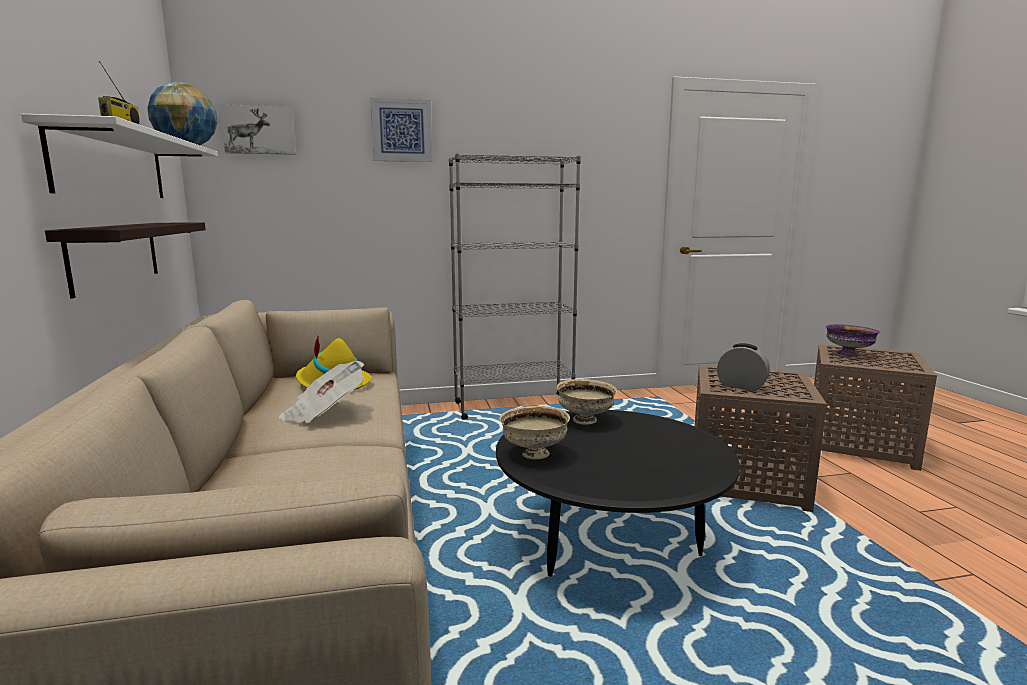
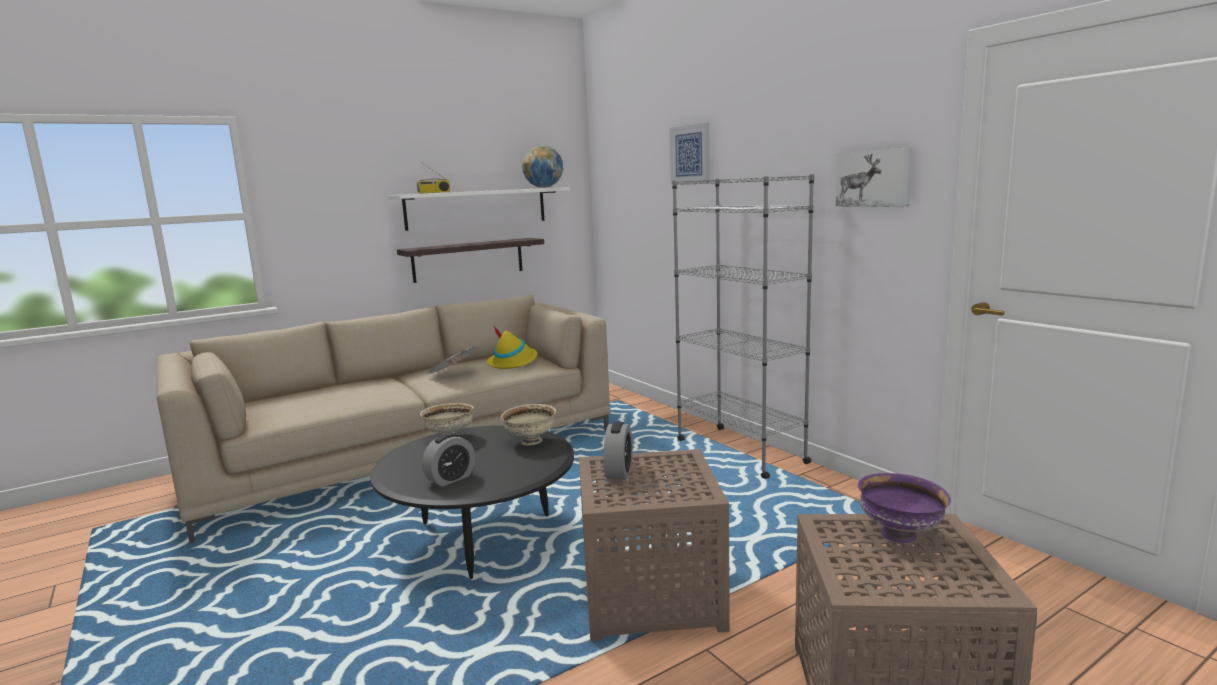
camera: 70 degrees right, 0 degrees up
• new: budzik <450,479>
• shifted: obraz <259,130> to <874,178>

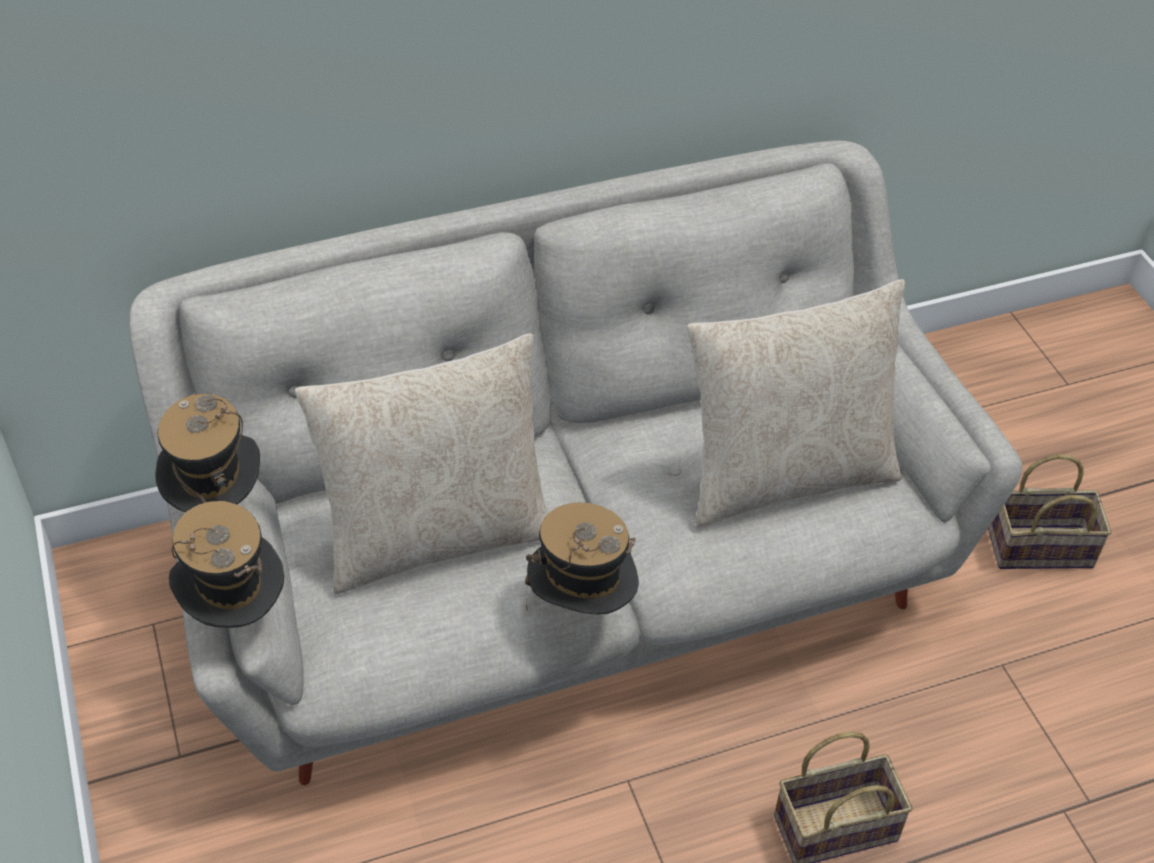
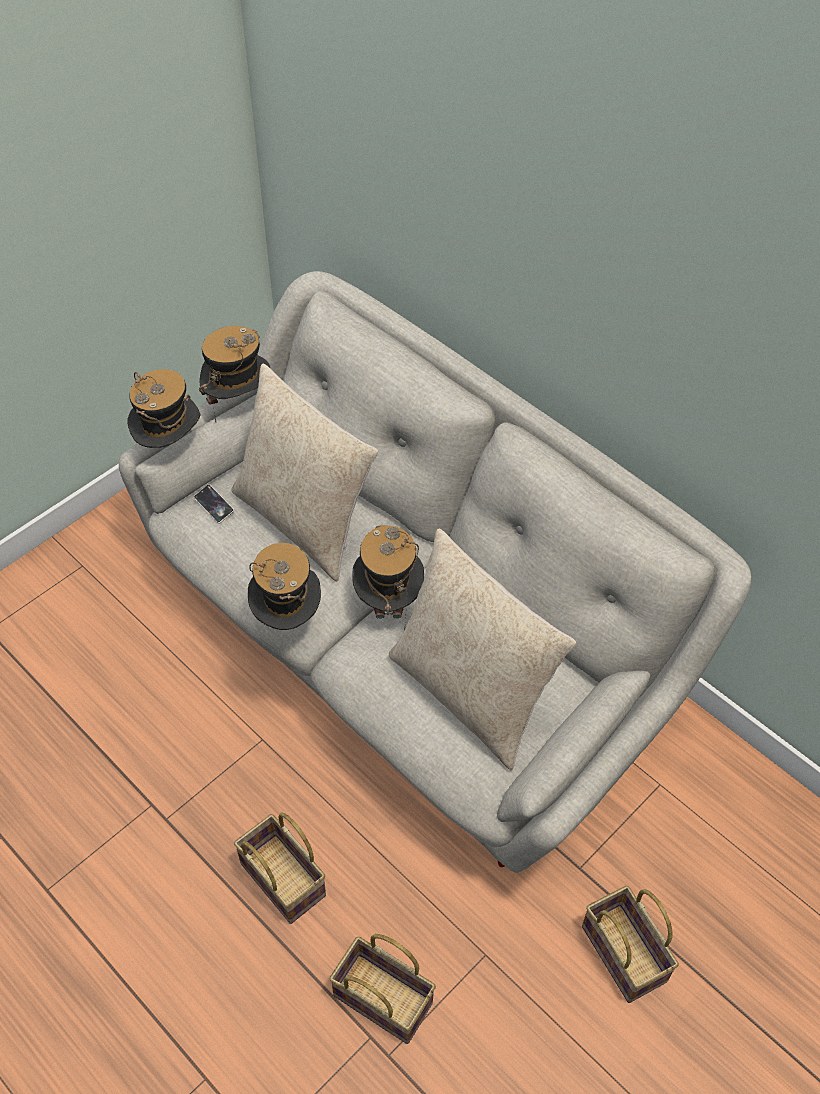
camera: 65 degrees right, 5 degrees up
• new: telefon <214,506>
• new: koszyk <386,999>
• new: kapelusz <388,601>

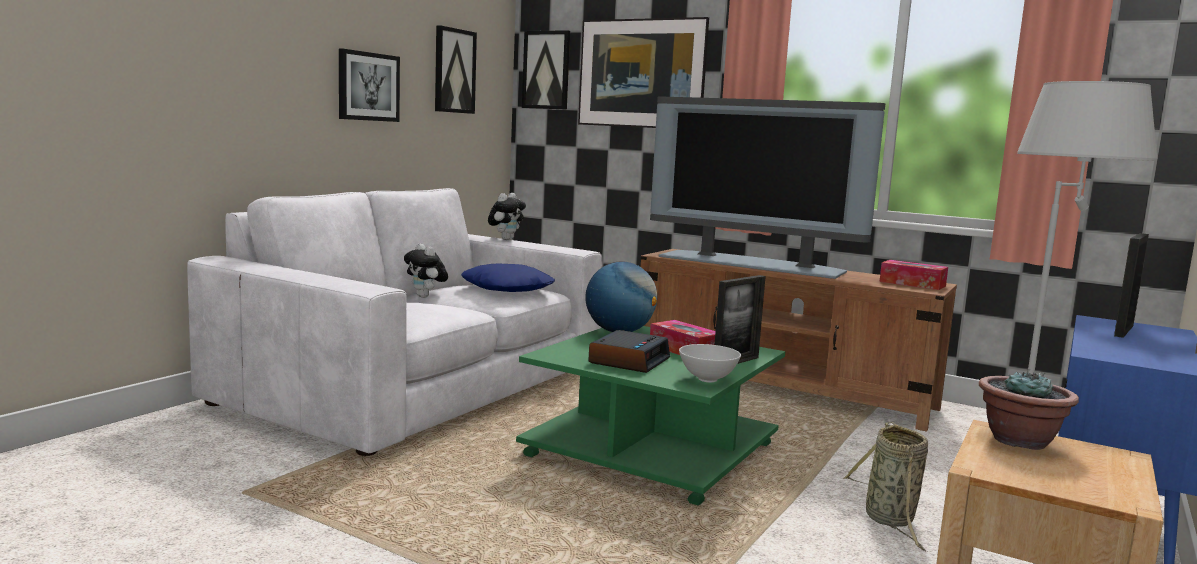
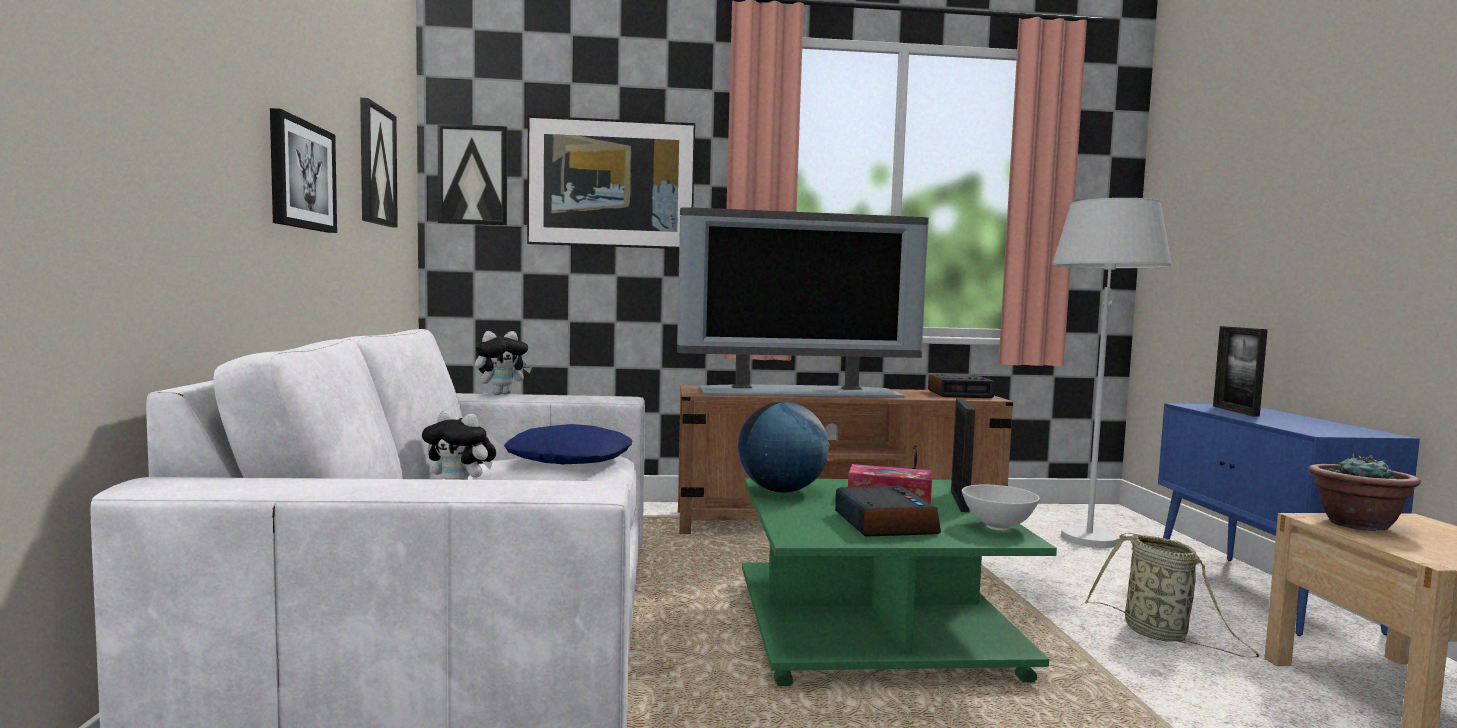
camera: 35 degrees left, 5 degrees down
• rotated: pluszak <506,239> = <501,394> 60 degrees clockwise
• swapped: pudełko chusteczek <912,284> to budzik <960,394>

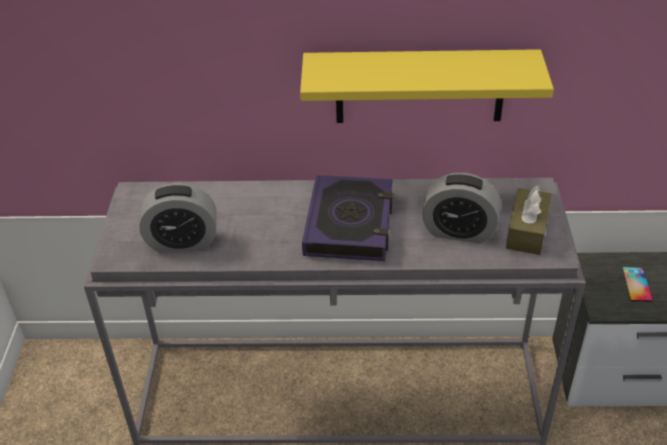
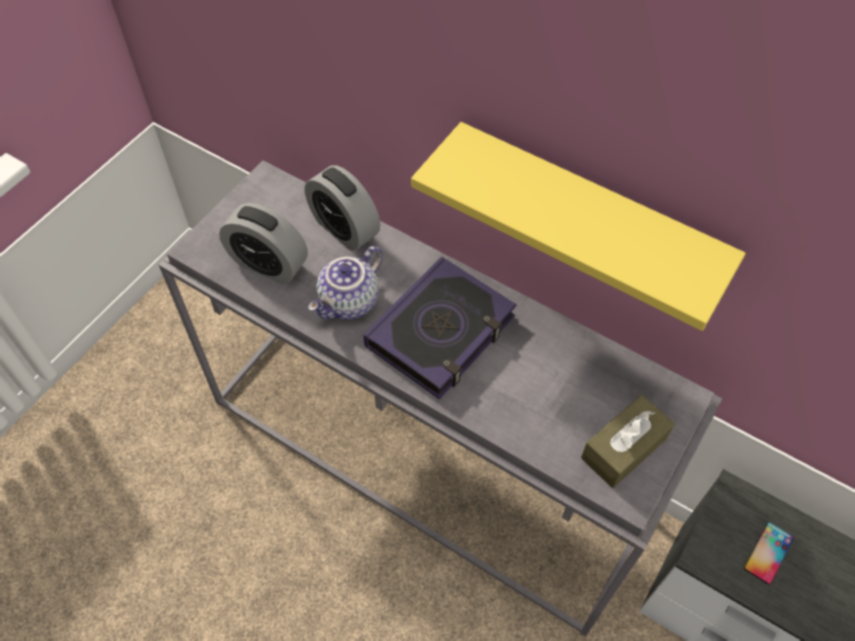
camera: 30 degrees right, 15 degrees up
• shifted: budzik <459,231> to <344,228>
• new: imbryk <349,303>

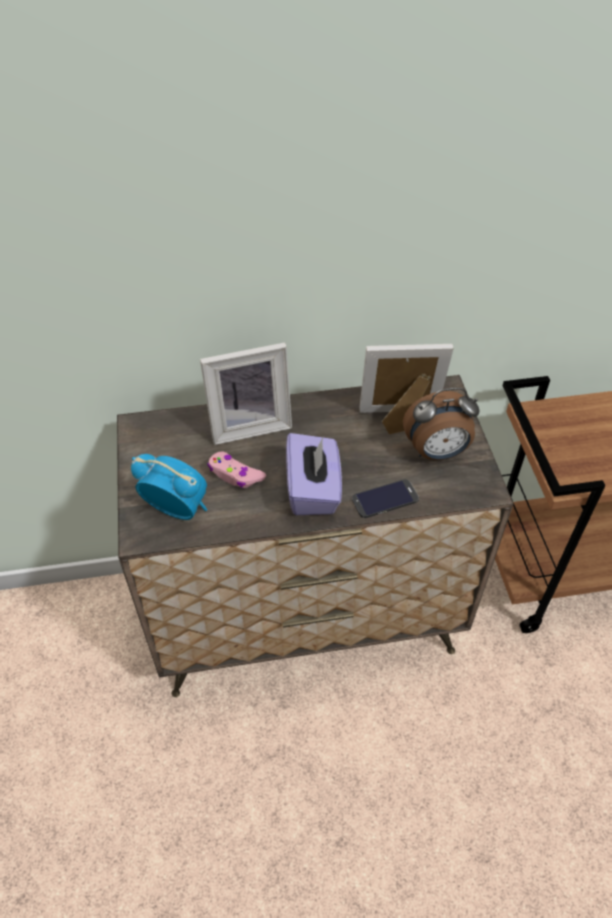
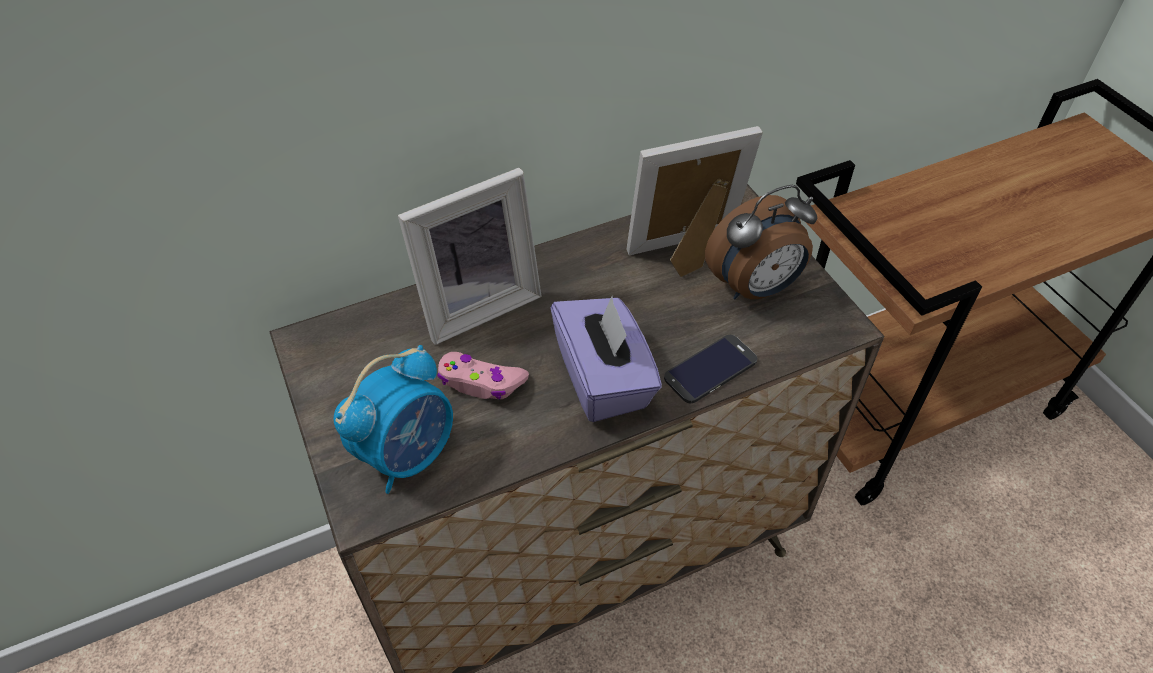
camera: 15 degrees left, 0 degrees up
• rotated: budzik <177,508> = <408,454> 120 degrees clockwise

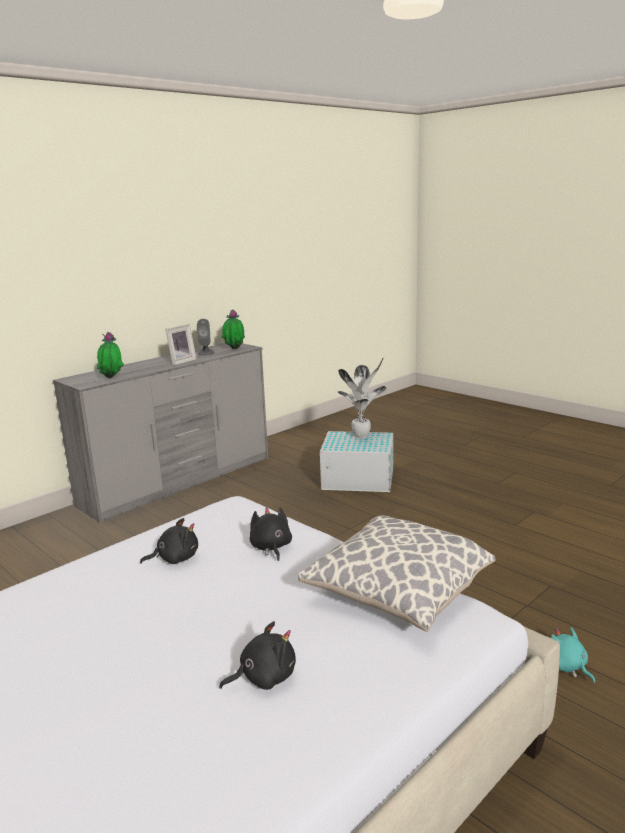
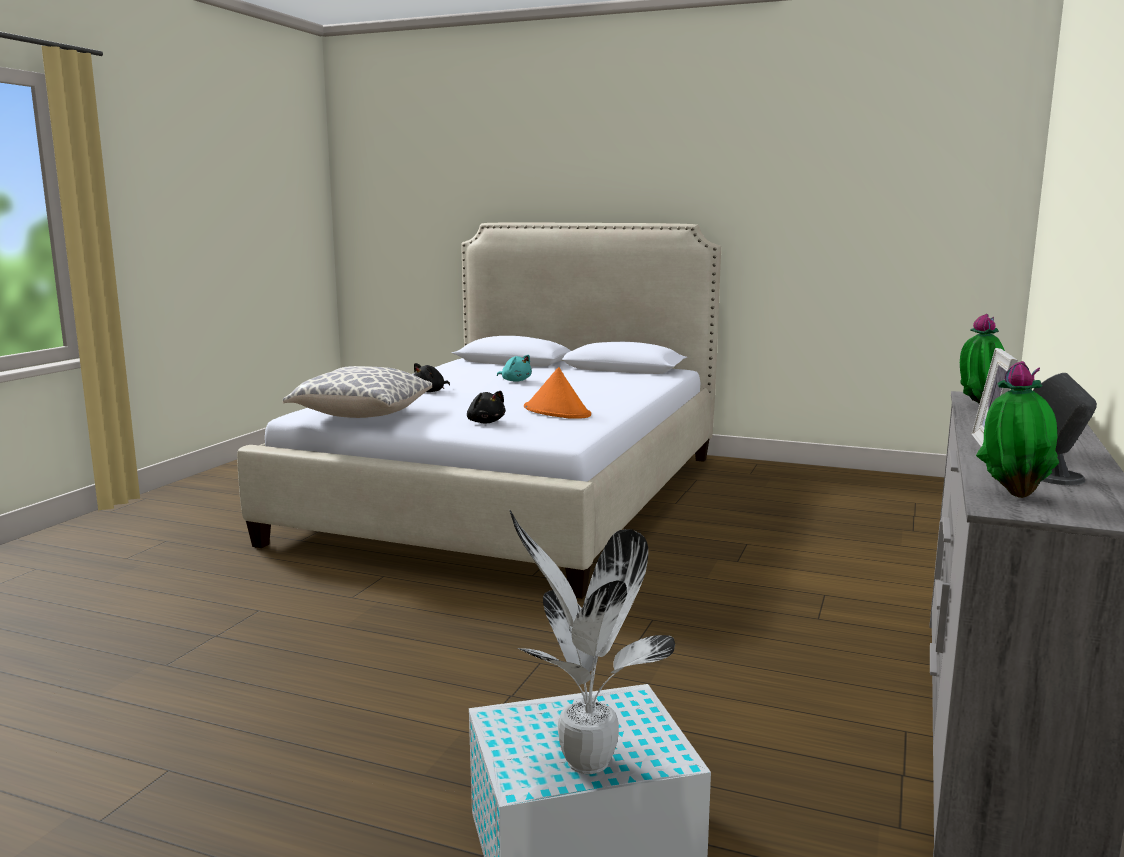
camera: 155 degrees right, 5 degrees down
• shifted: pluszak (turkusowy) <568,667> to <515,381>
• swapped: pluszak (czarny) <175,558> to kapelusz (pomarańczowy) <557,412>

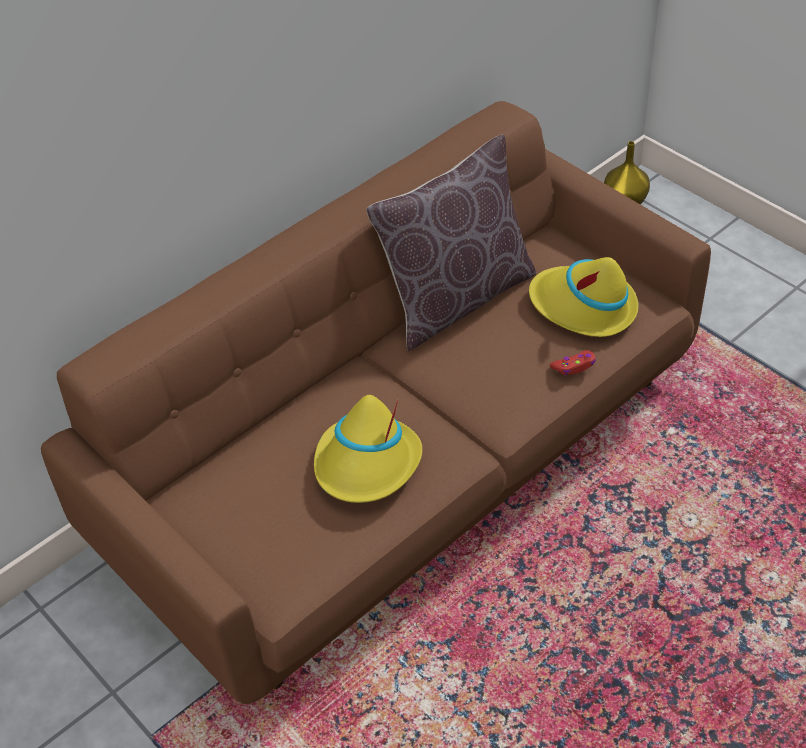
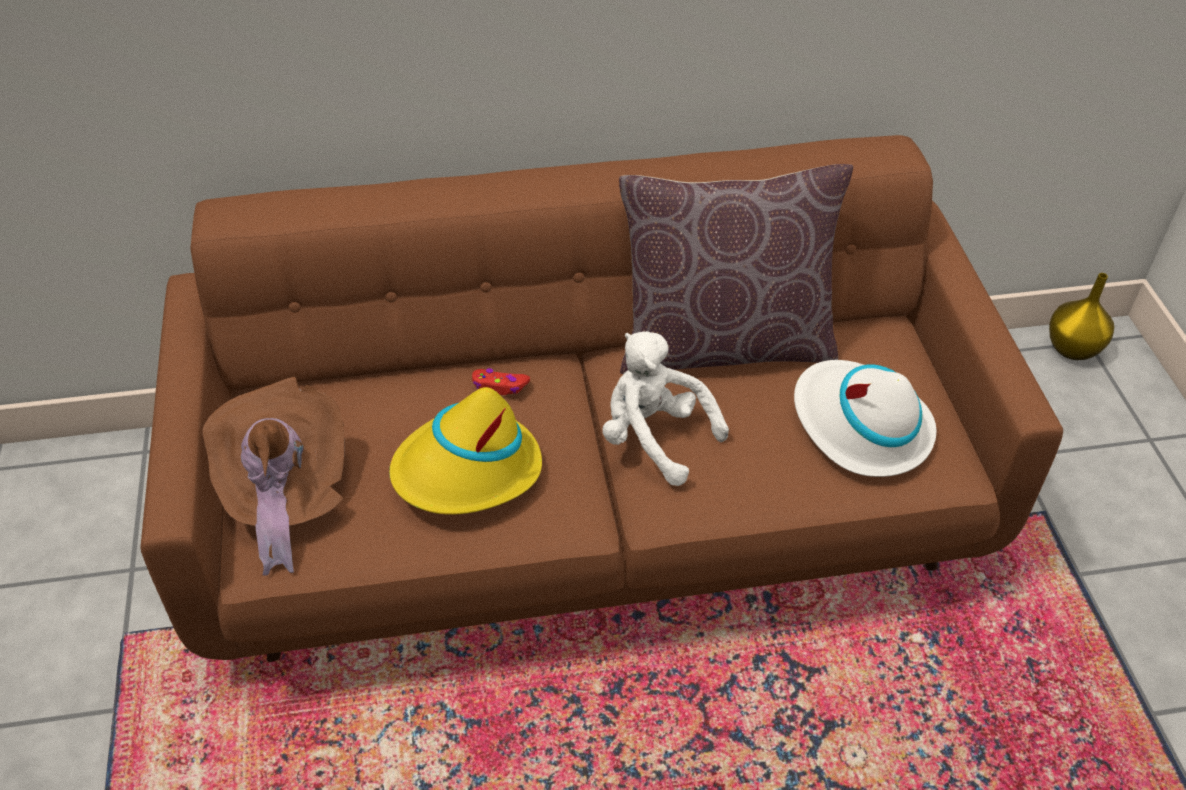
camera: 30 degrees right, 0 degrees up
• new: kapelusz (brązowy) <284,496>
• shifted: pad do gier (czerwony) <574,366> to <499,386>
• new: pluszak (biały) <654,438>
• repainted: kapelusz (żółty) <583,307> to kapelusz (biały) <860,426>

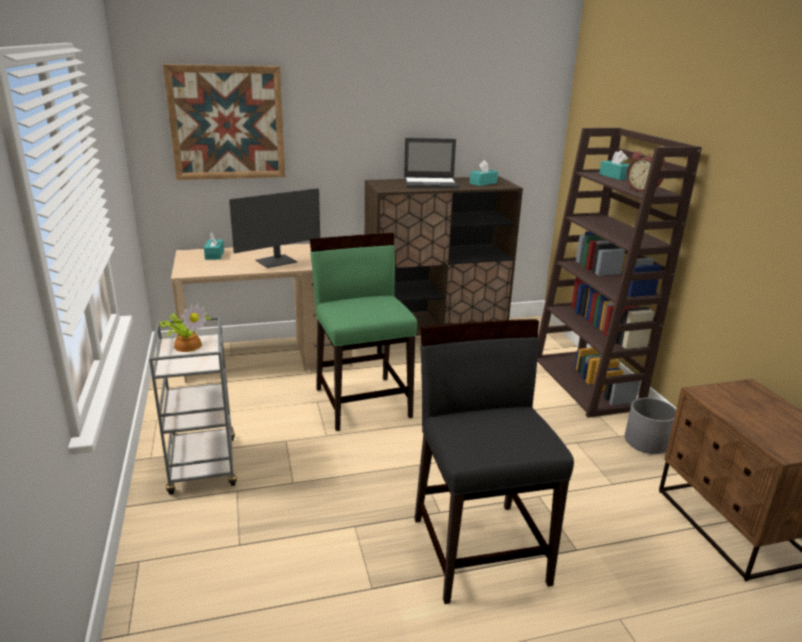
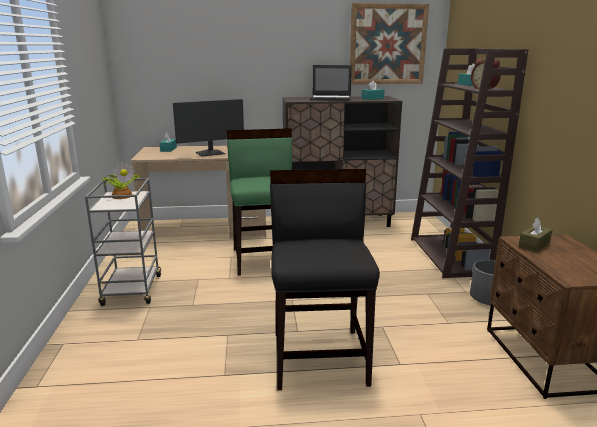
camera: 10 degrees right, 5 degrees down
• shifted: obraz <227,123> to <387,44>
• new: pudełko chusteczek (brązowy) <534,245>

